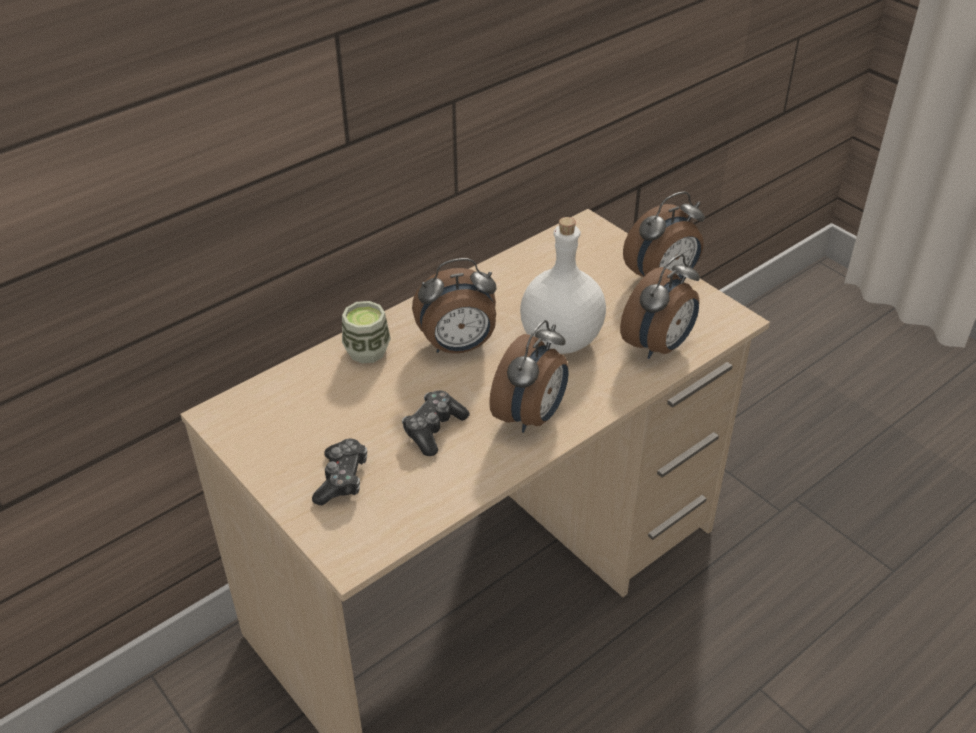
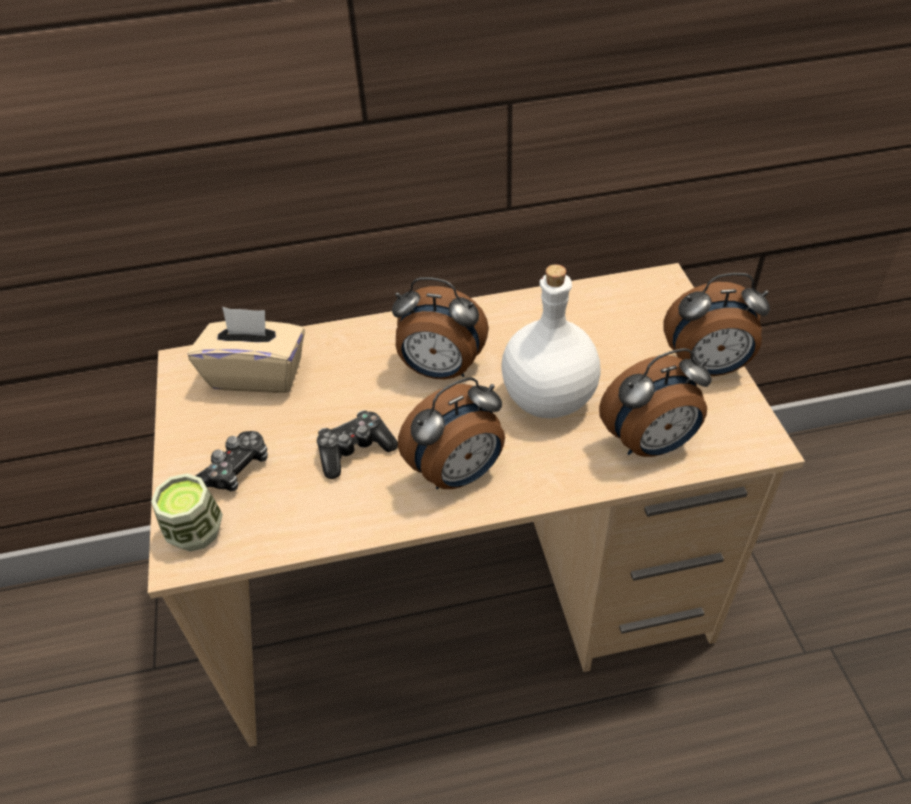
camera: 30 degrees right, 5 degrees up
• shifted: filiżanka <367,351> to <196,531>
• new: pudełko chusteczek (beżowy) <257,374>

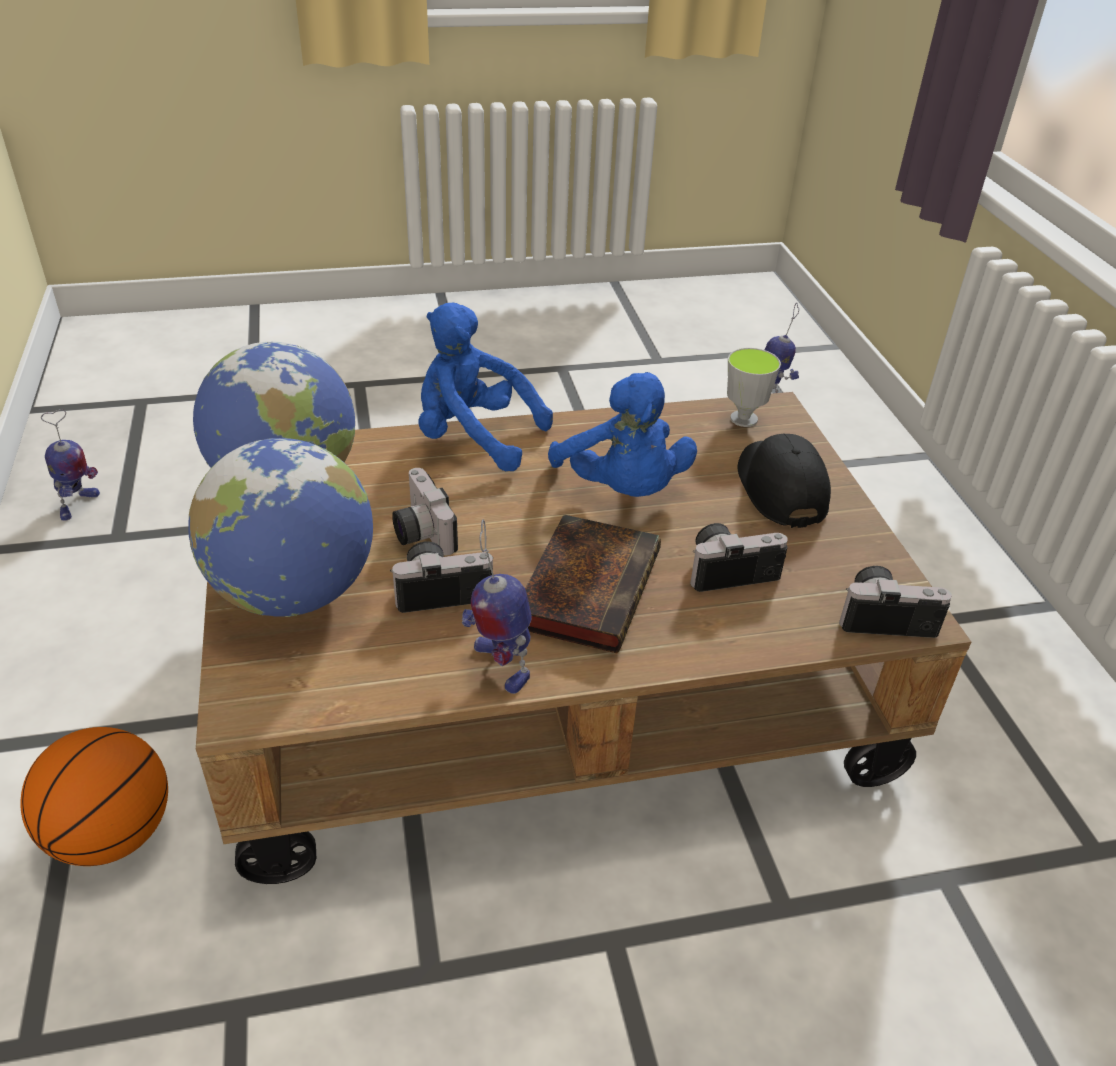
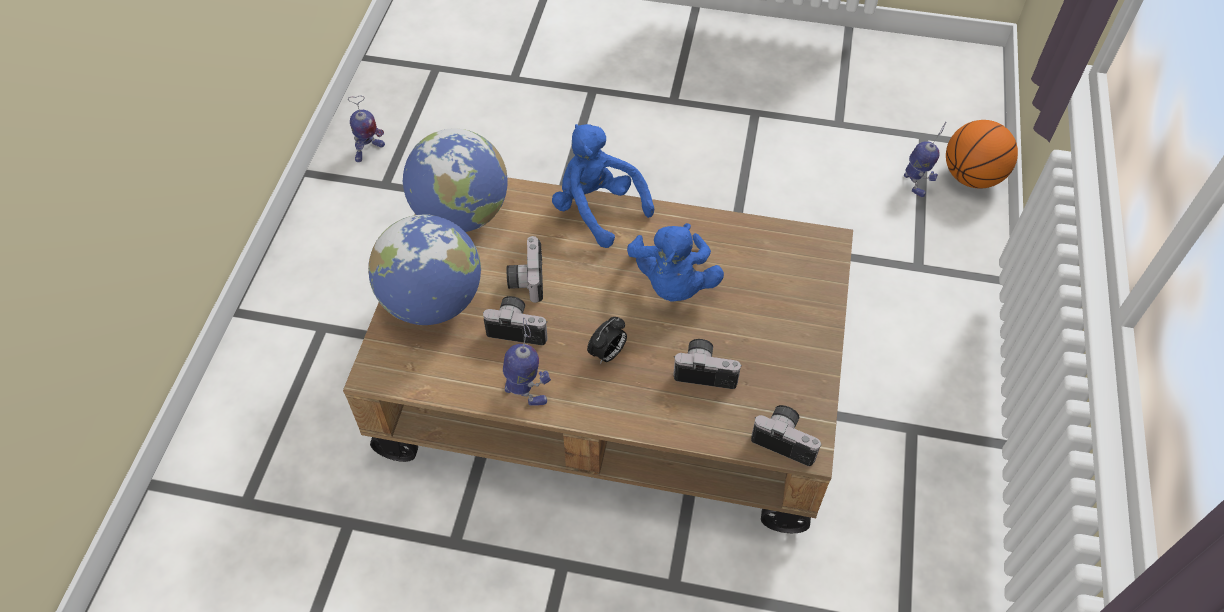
camera: 25 degrees right, 15 degrees up
• rotated: robot zabawkowy <500,665> = <525,392> 135 degrees clockwise
• swapped: książka <588,586> to budzik <607,354>
• shifted: piłka do koszykówki <112,834> to <971,177>
• gone: filiżanka <743,419>
• gone: czapka z daszkiem (czarny) <780,488>

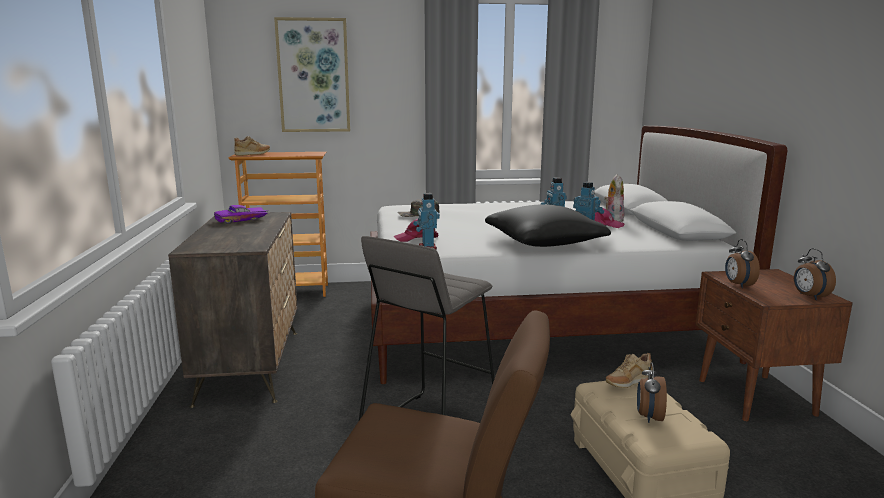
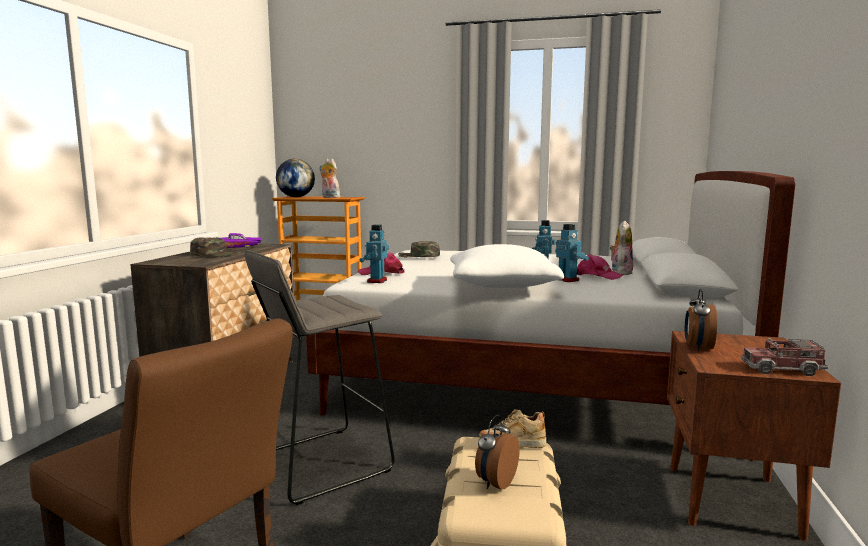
camera: 20 degrees right, 5 degrees down
• new: czapka z daszkiem (zielony) <216,254>
• swapped: but (beżowy) <252,154> to globus <296,197>
• new: pluszak <329,197>
• repainted: poduszka (czarny) <544,243> to poduszka (biały) <502,285>
• swapped: budzik <809,296> to ciężarówka zabawkowa <781,369>
• gone: obraz <313,76>

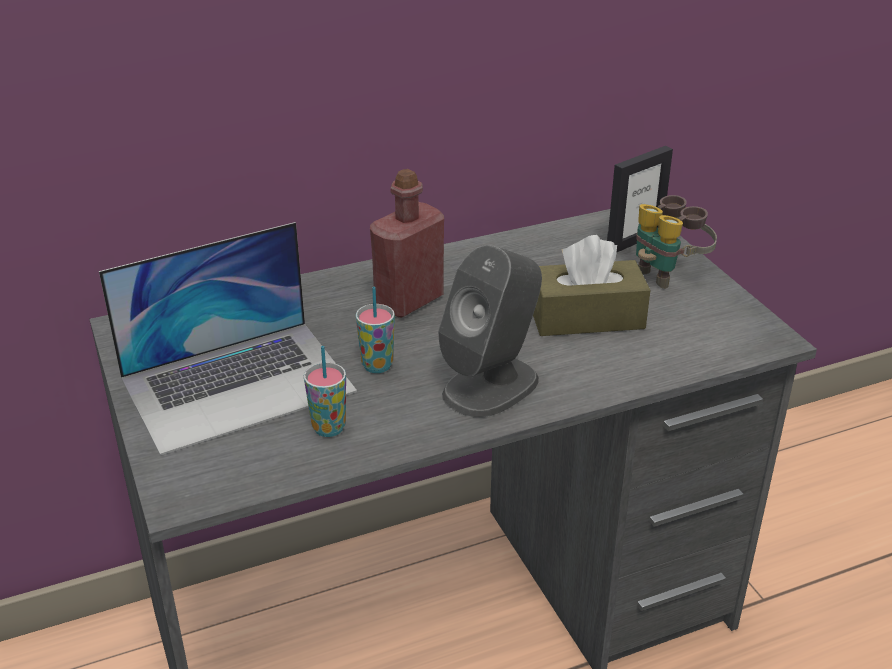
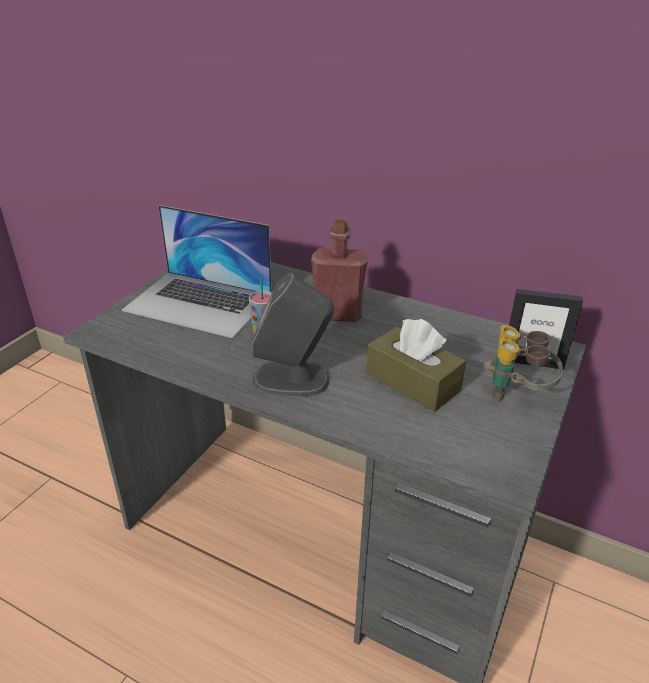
camera: 50 degrees right, 0 degrees up
• gone: filiżanka <329,428>

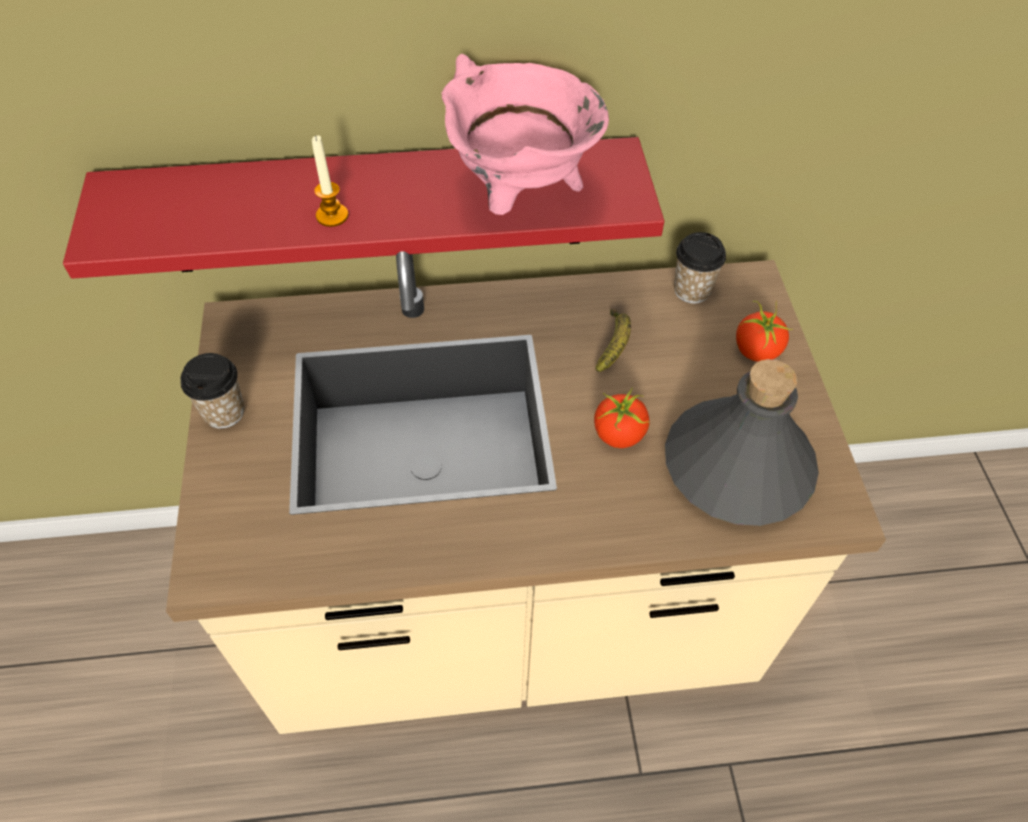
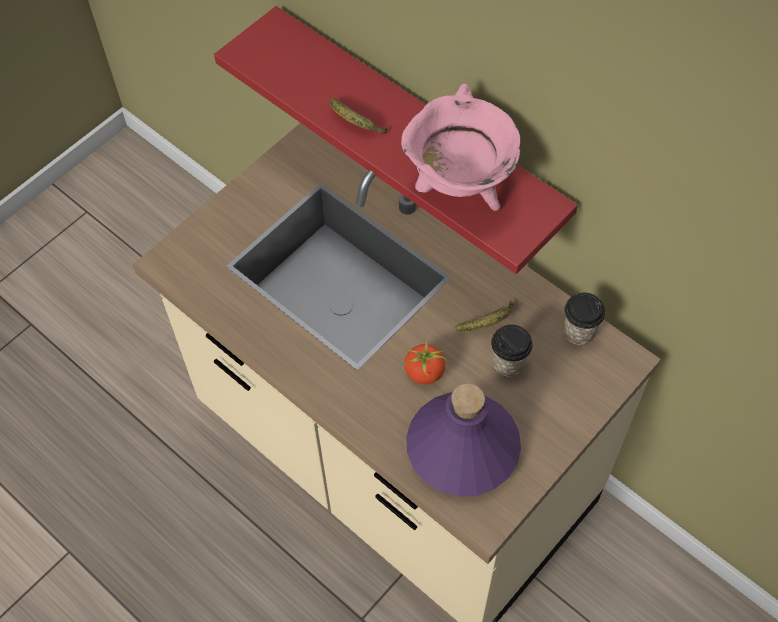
camera: 50 degrees right, 5 degrees up
• swapped: świeca <332,216> to banan <355,123>
• repainted: butelka (szary) <736,467> to butelka (fioletowy) <462,447>
• shifted: filiżanka <224,412> to <508,364>
• gone: pomidor <756,351>

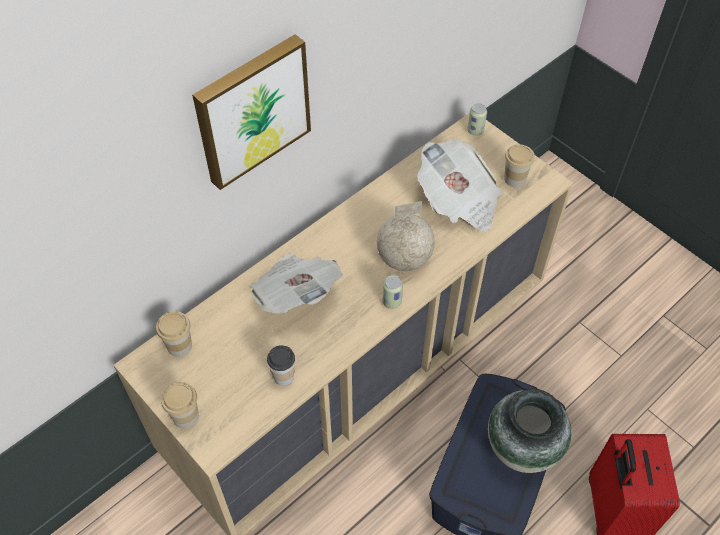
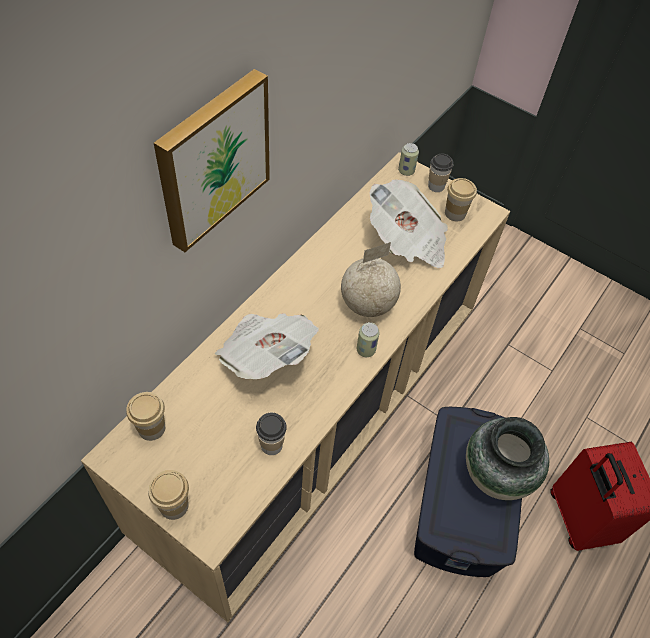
camera: 15 degrees left, 0 degrees up
• new: filiżanka <436,186>

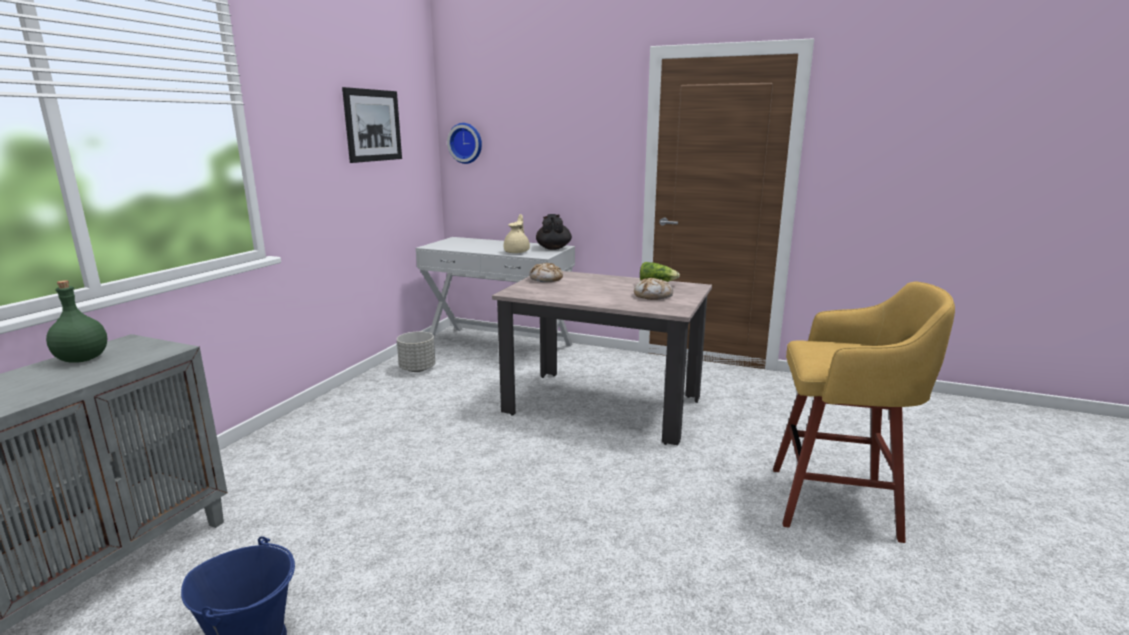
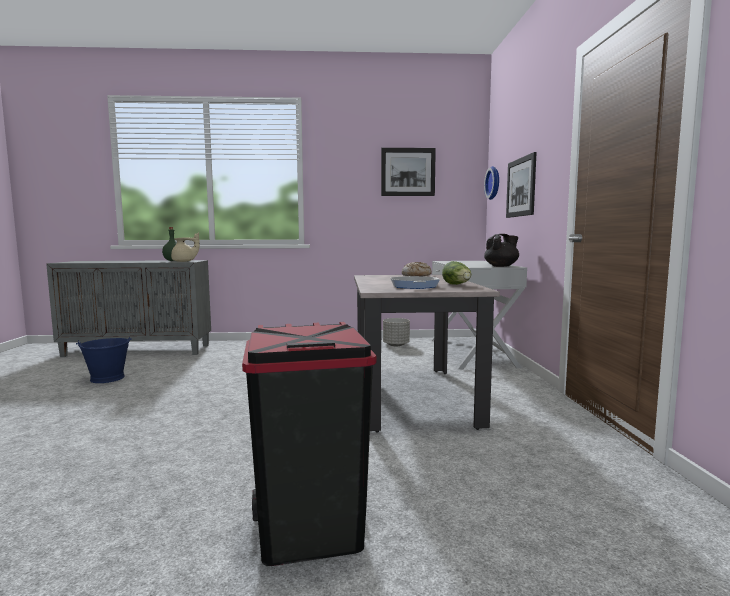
camera: 65 degrees right, 10 degrees down
• shifted: imbryk (beżowy) <517,252> to <184,261>
• swapped: stołek (żółty) <838,503> to kosz na śmieci (czarny) <310,531>
• swapped: chleb <653,296> to patelnia <414,286>
• new: obraz <521,187>

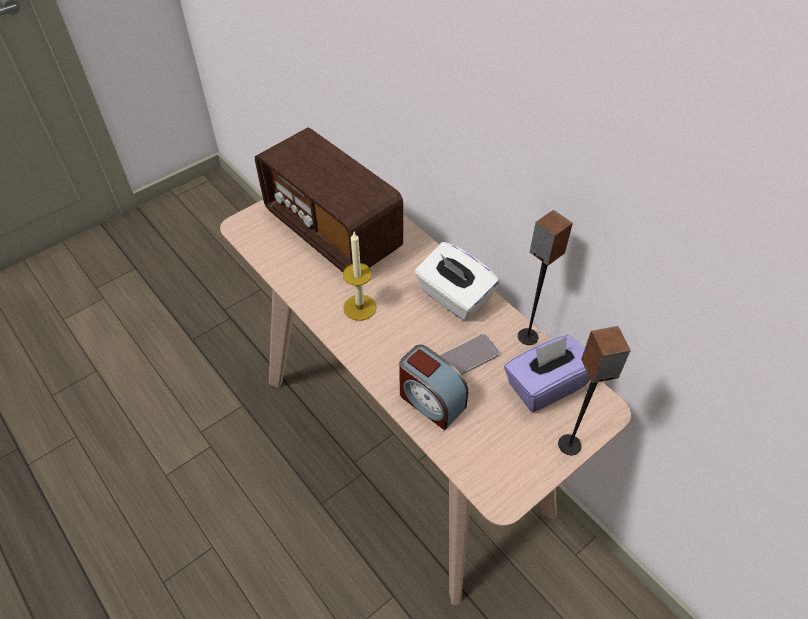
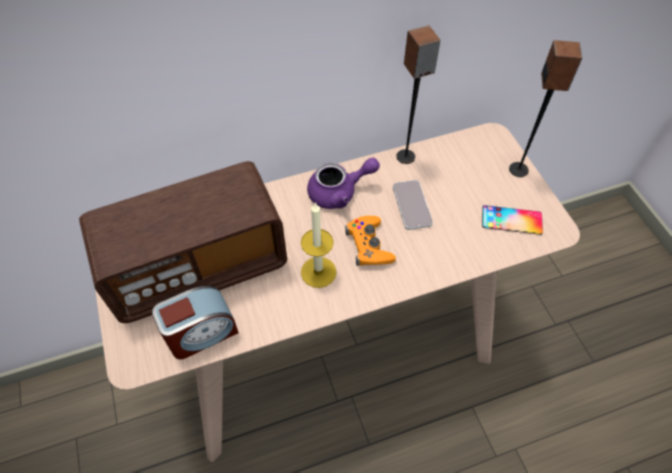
camera: 70 degrees left, 5 degrees up
• shifted: budzik <430,401> to <201,333>
• swapped: pudełko chusteczek (biały) <453,297> to imbryk (fioletowy) <339,192>
• new: pad do gier (pomarańczowy) <369,245>
• new: telefon <511,220>
• gone: pudełko chusteczek (fioletowy) <545,385>

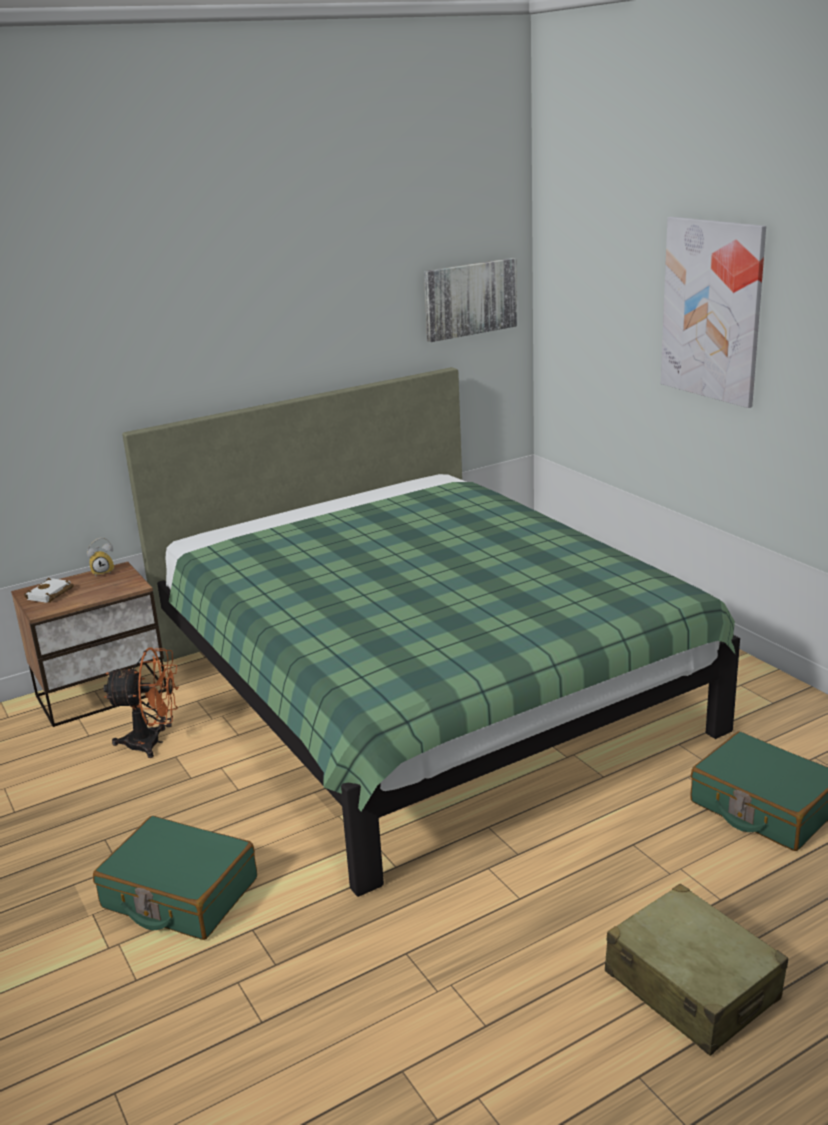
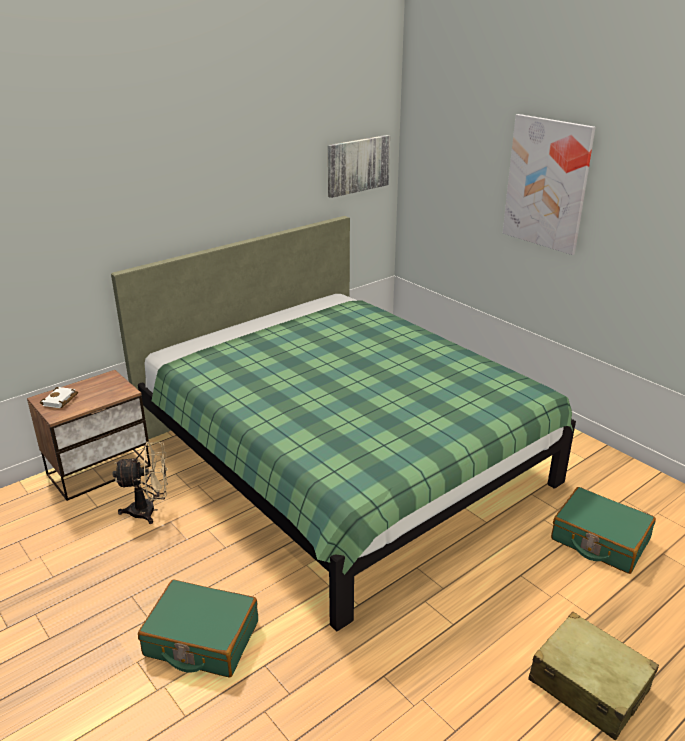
camera: 10 degrees left, 5 degrees up
• repainted: wentylator (pomarańczowy) <153,743> to wentylator (beżowy) <149,511>
• gone: budzik <103,572>

